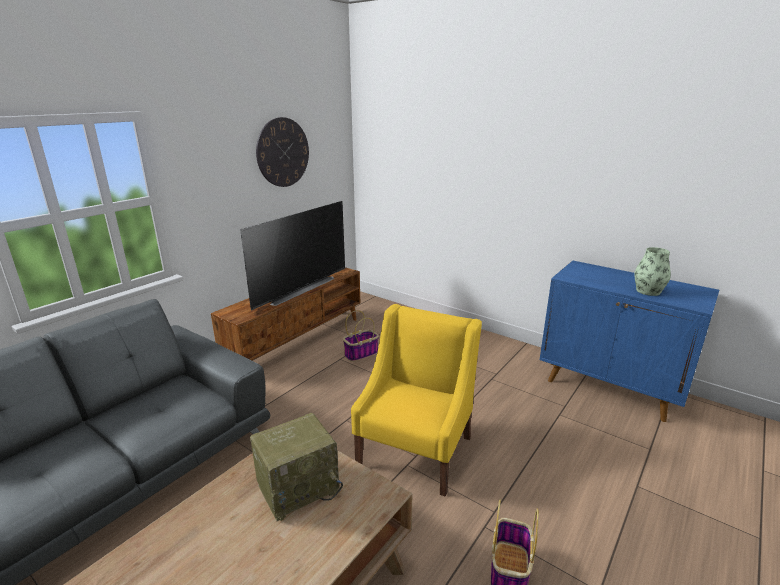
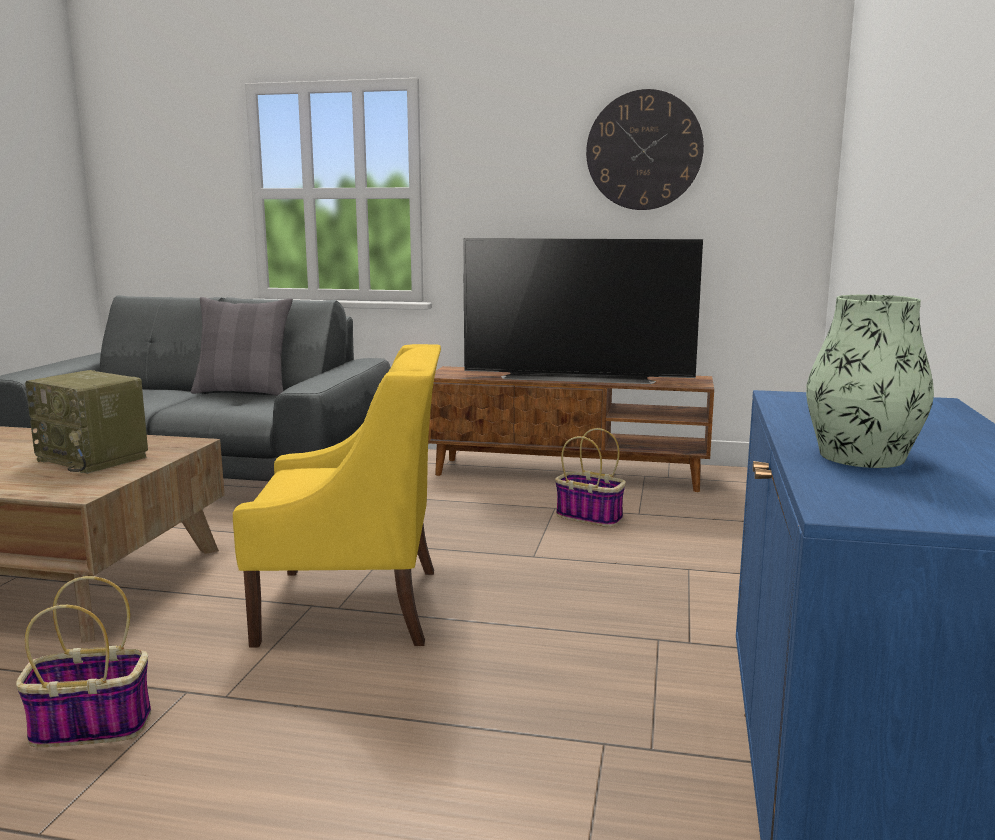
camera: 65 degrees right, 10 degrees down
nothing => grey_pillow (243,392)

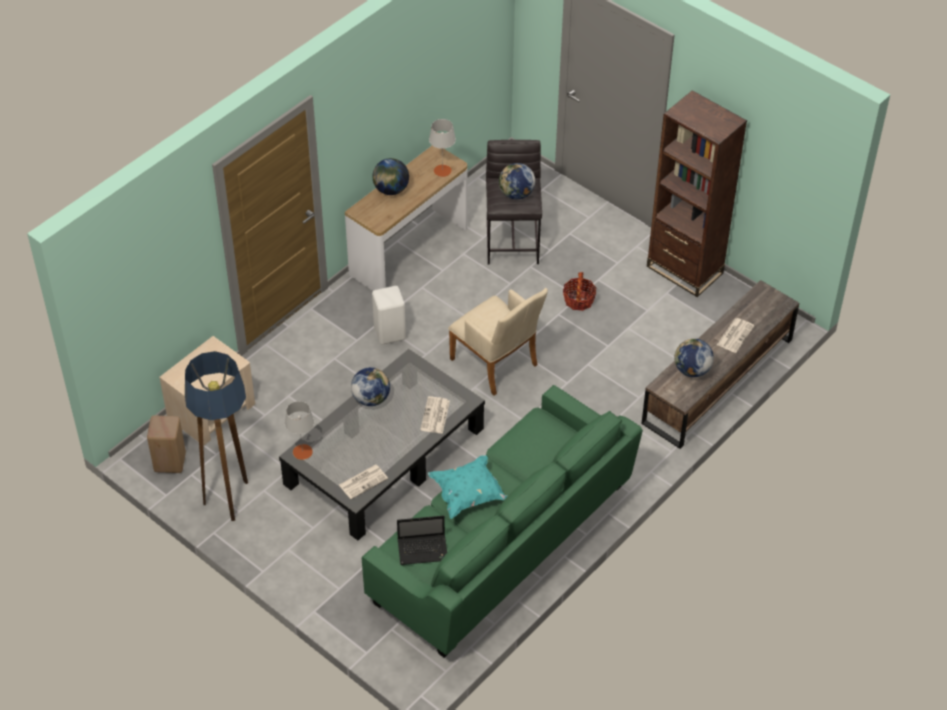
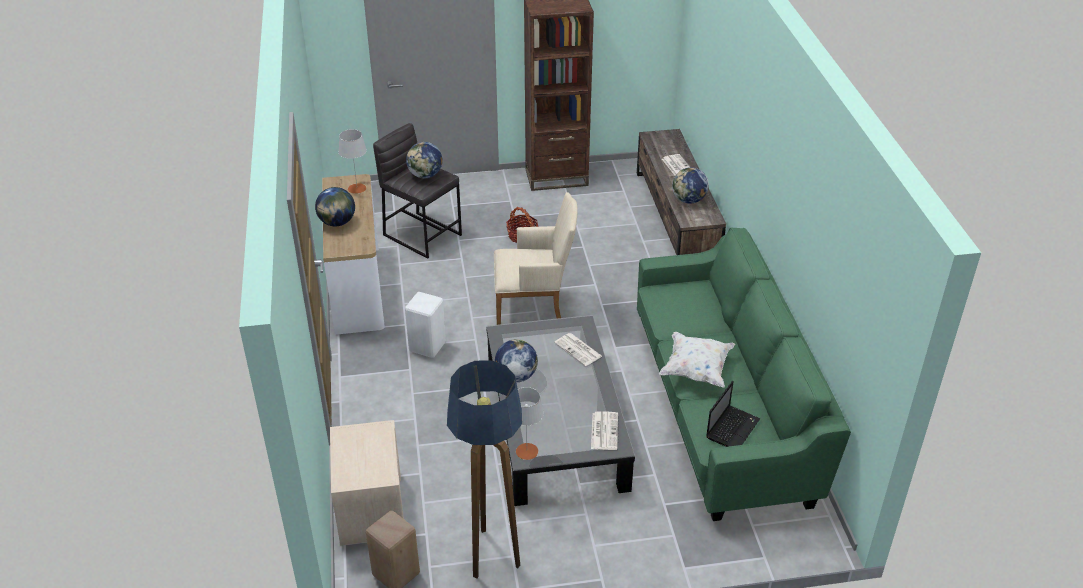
camera: 50 degrees left, 10 degrees down
turquoise_pillow (468,494) => white_pillow (696,370)

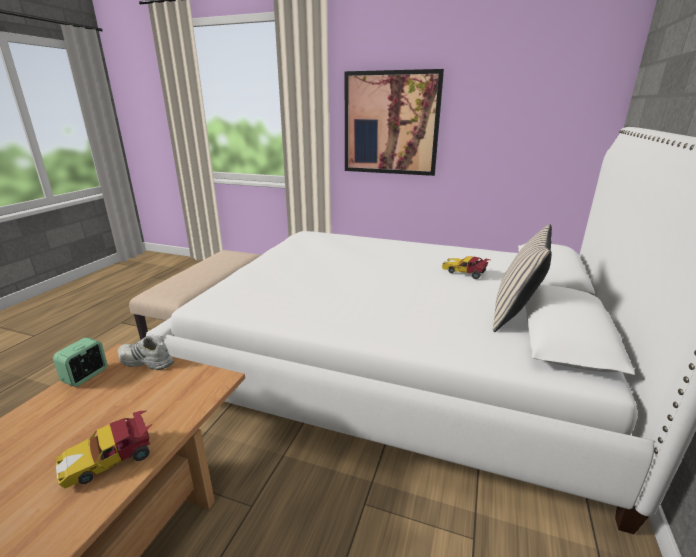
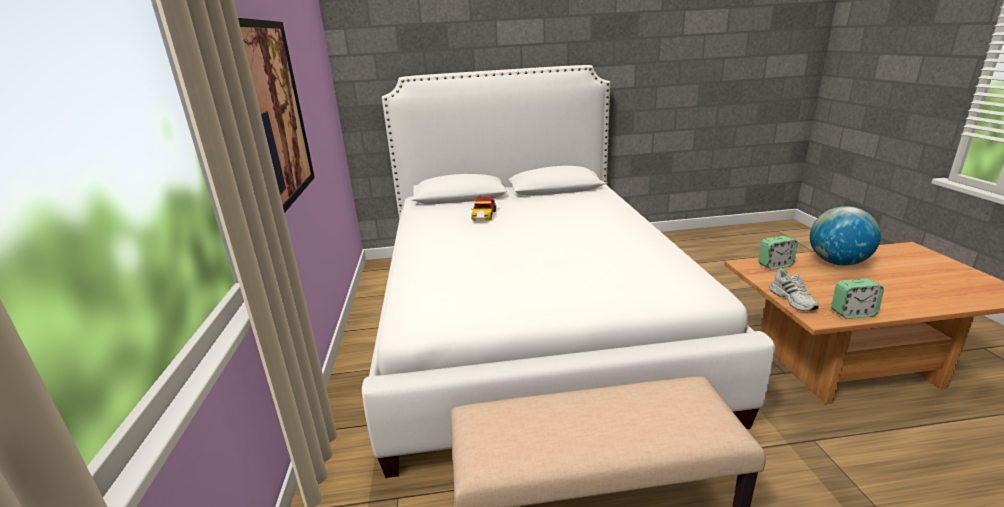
camera: 115 degrees left, 0 degrees up
nothing => alarm_clock (775,265)
toy_car (111,458) => globe (837,262)
beige_pillow (515,313) => nothing

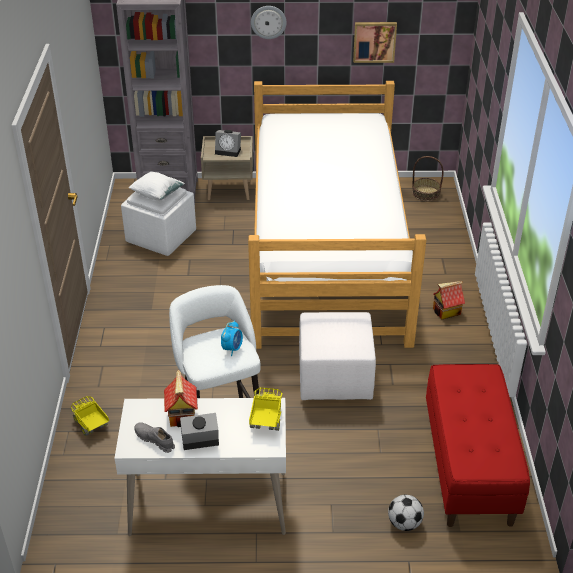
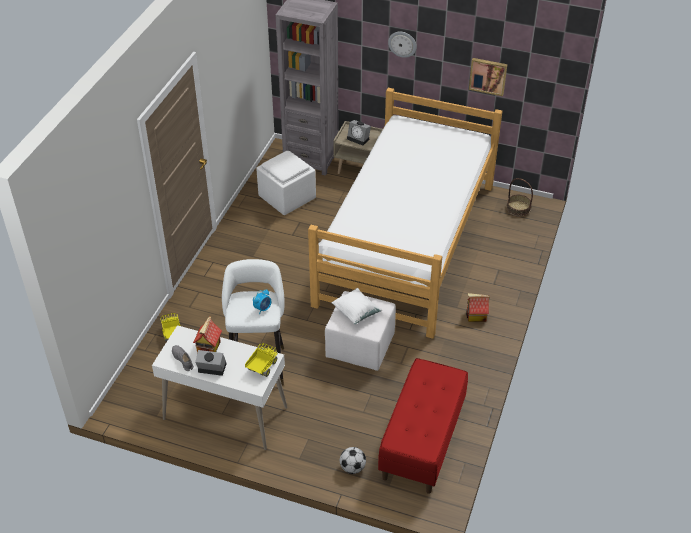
camera: 20 degrees right, 5 degrees up
white_pillow (157,194) => white_pillow (356,313), moved

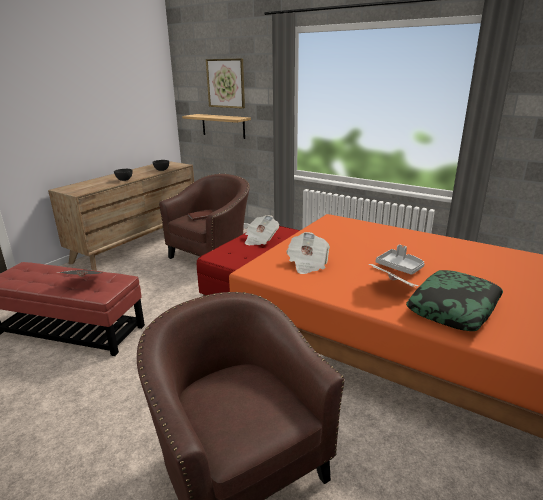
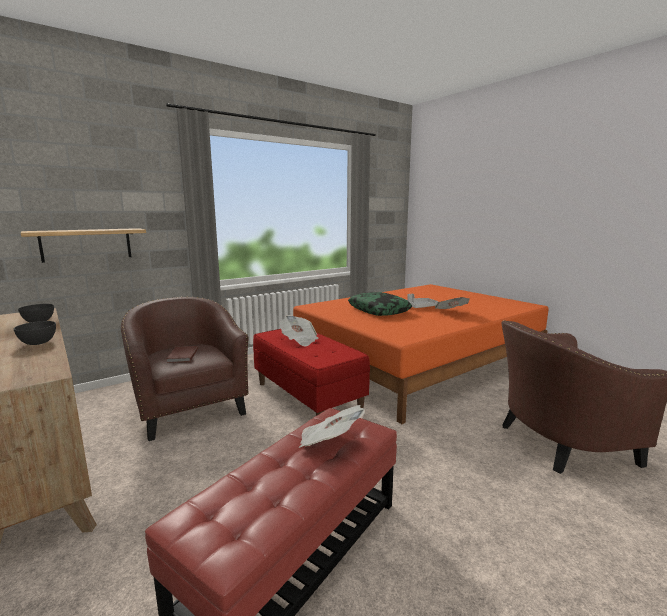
camera: 70 degrees left, 10 degrees down
pillow (453,308) => pillow (379,310), moved
picture (226,83) => nothing
newspaper (307,264) => nothing

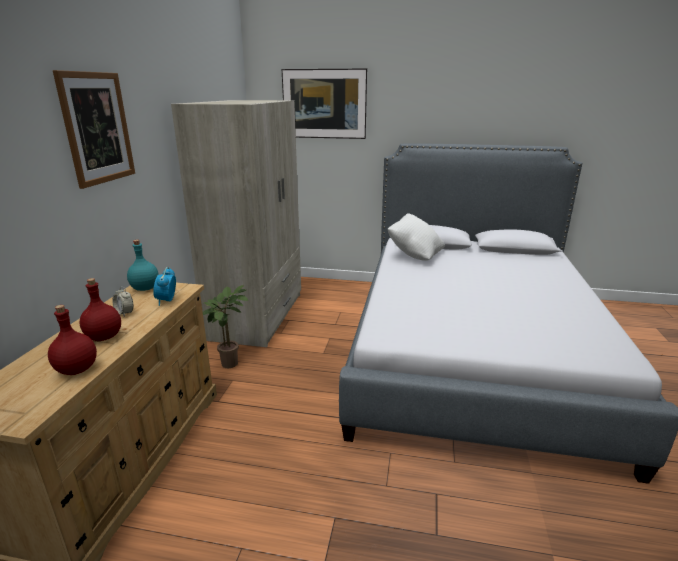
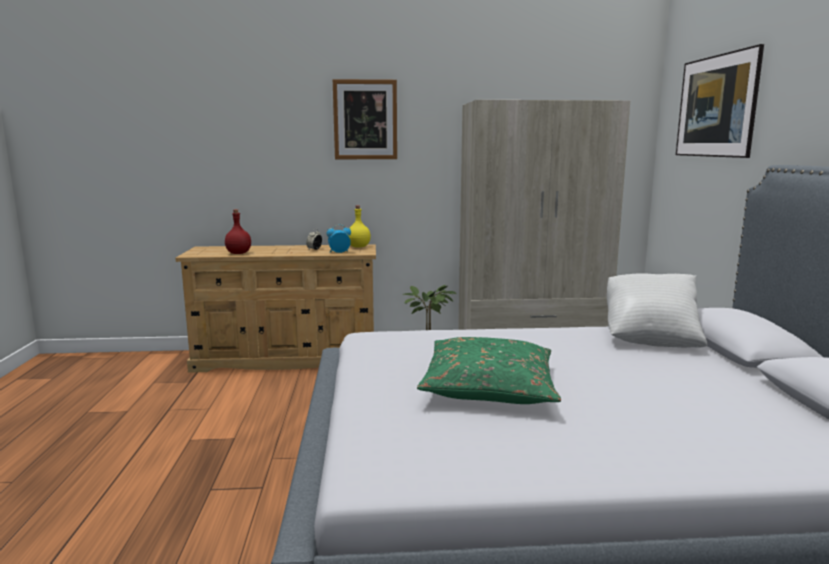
camera: 75 degrees right, 10 degrees down
turquoise_bottle (144,288) => yellow_bottle (358,247)
nothing => green_pillow (489,387)
red_bottle (105,337) => nothing

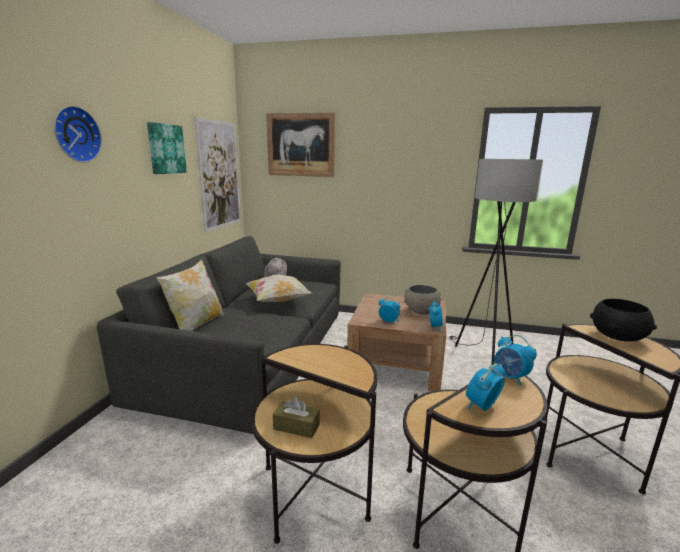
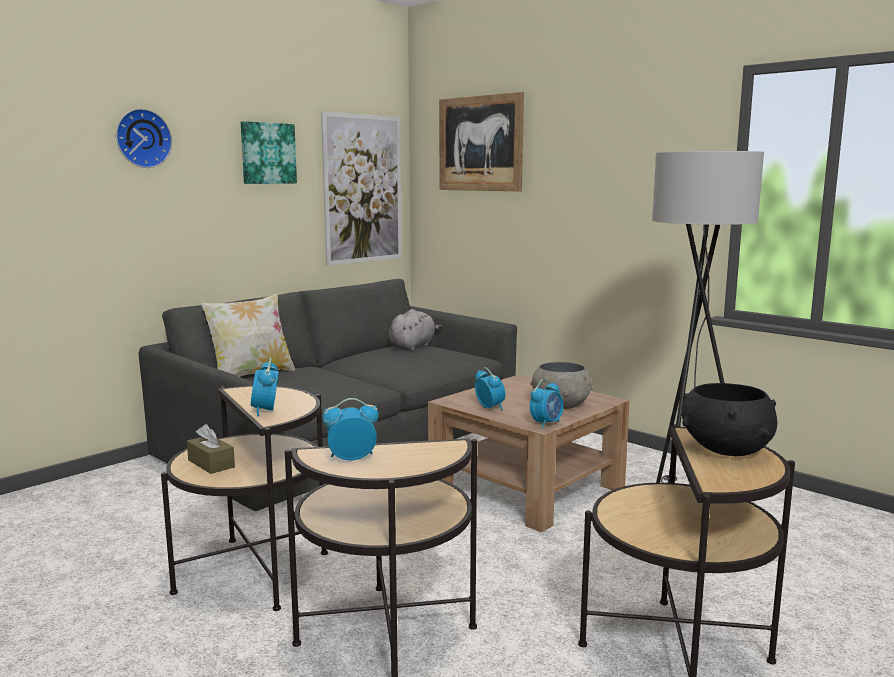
camera: 30 degrees right, 5 degrees down
alarm_clock (510,377) => alarm_clock (265,411), moved
pillow (278,301) => nothing

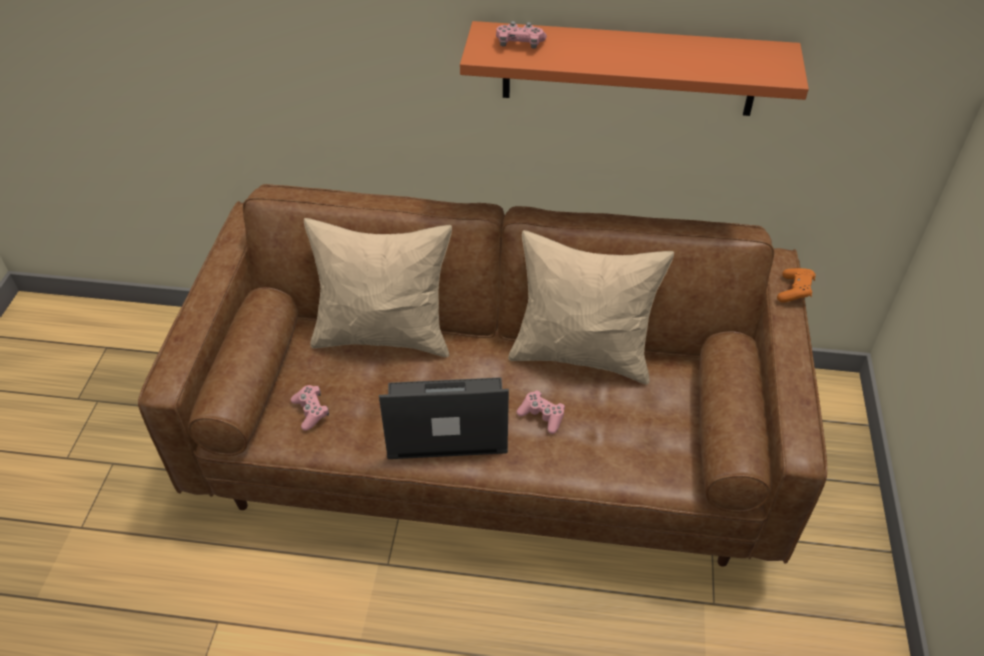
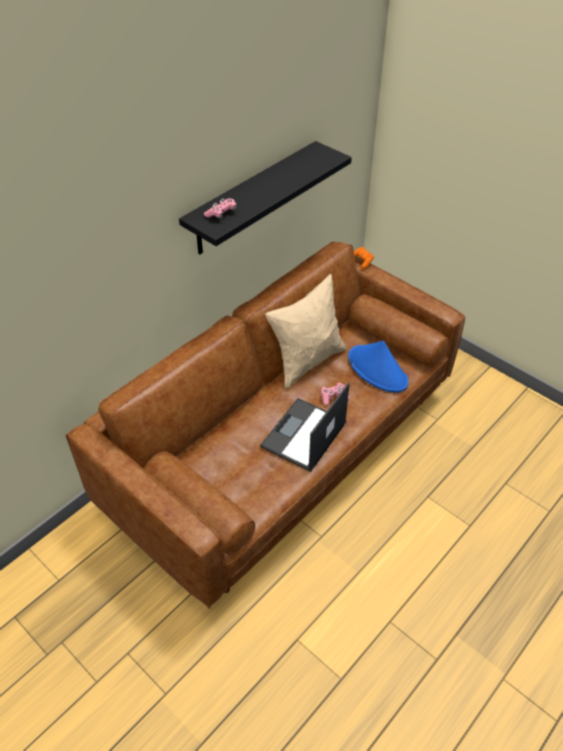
camera: 55 degrees left, 0 degrees up
orange_shelf (629,69) => black_shelf (252,199)
nothing => blue_hat (378,370)
pink_game_controller (311,411) => nothing
beige_pillow (384,336) => nothing

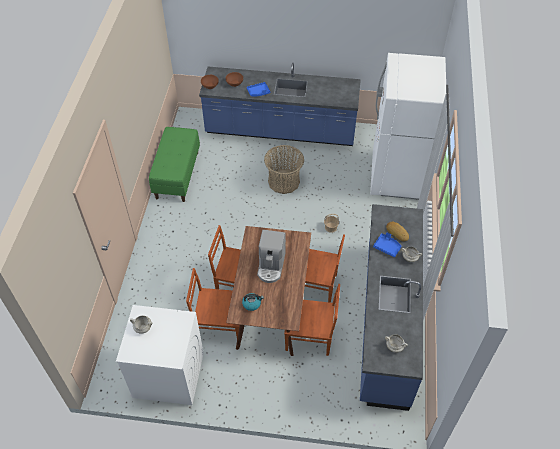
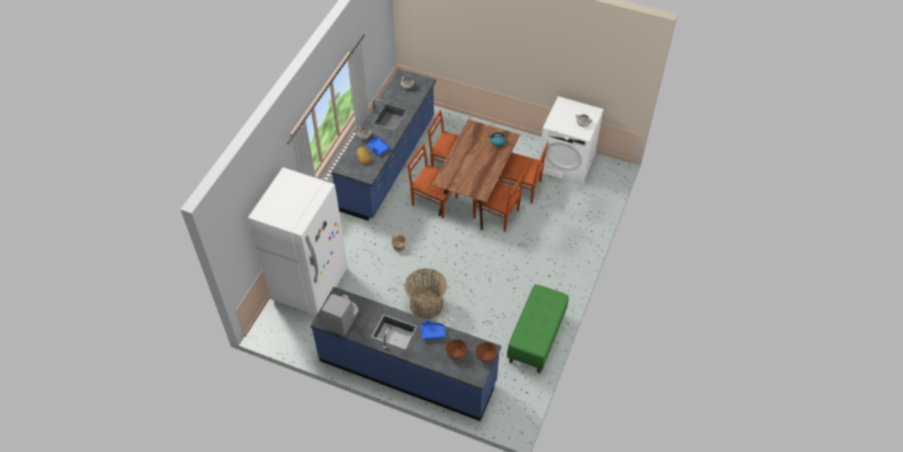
camera: 165 degrees left, 0 degrees up
coffee_machine (271,266) => coffee_machine (343,318), moved

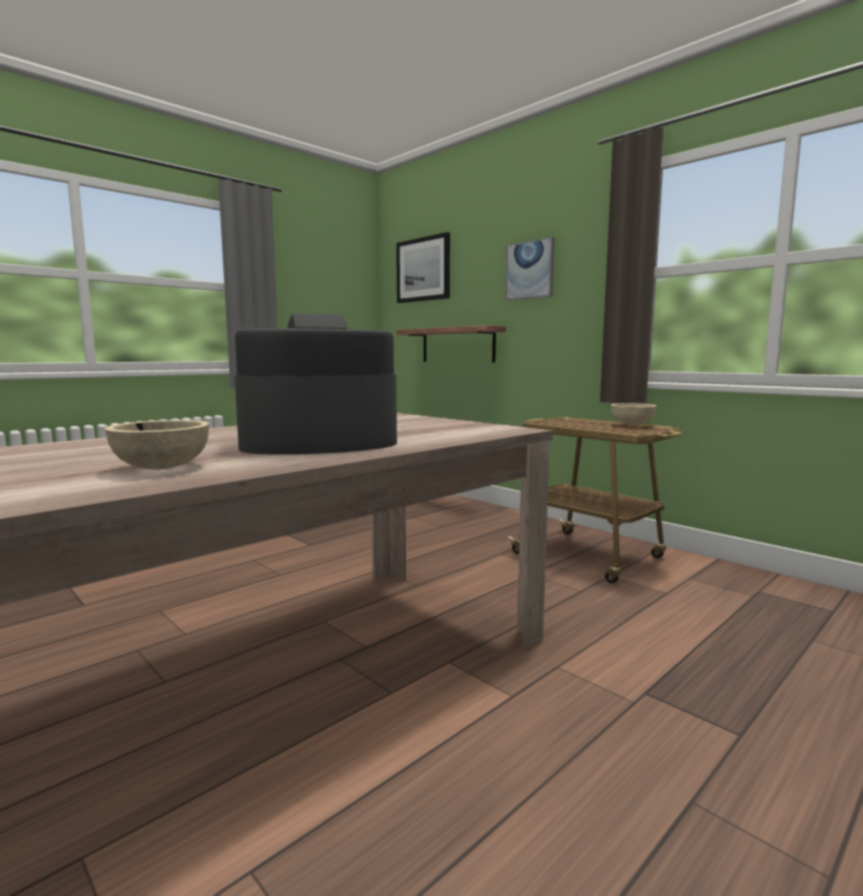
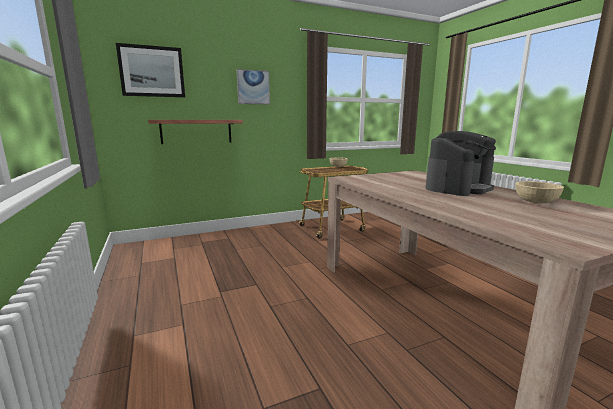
camera: 70 degrees left, 5 degrees up
coffee_machine (317,443) => coffee_machine (458,188), 135 degrees counterclockwise

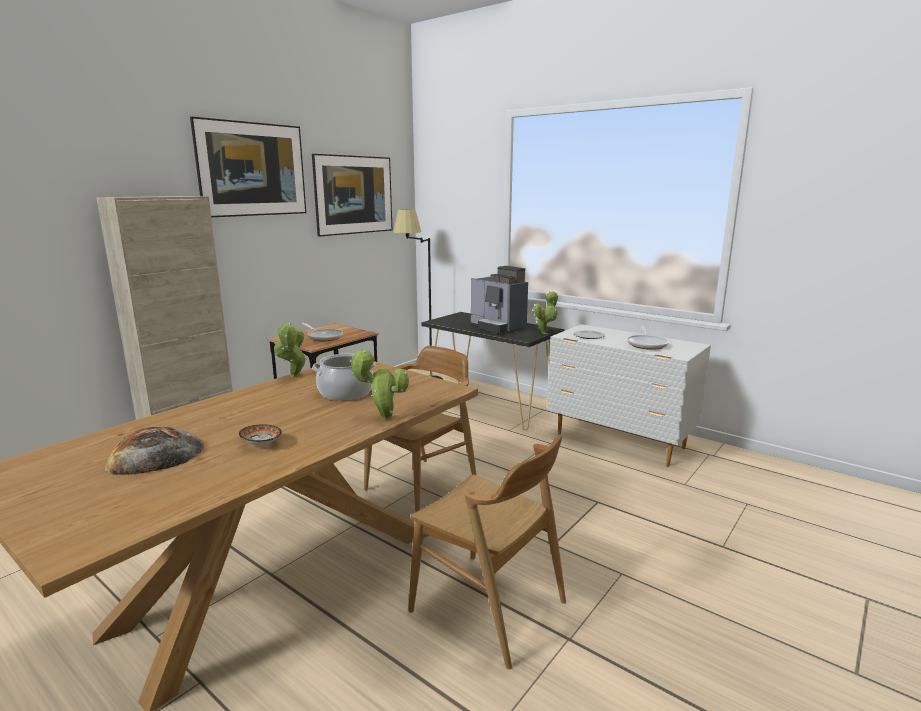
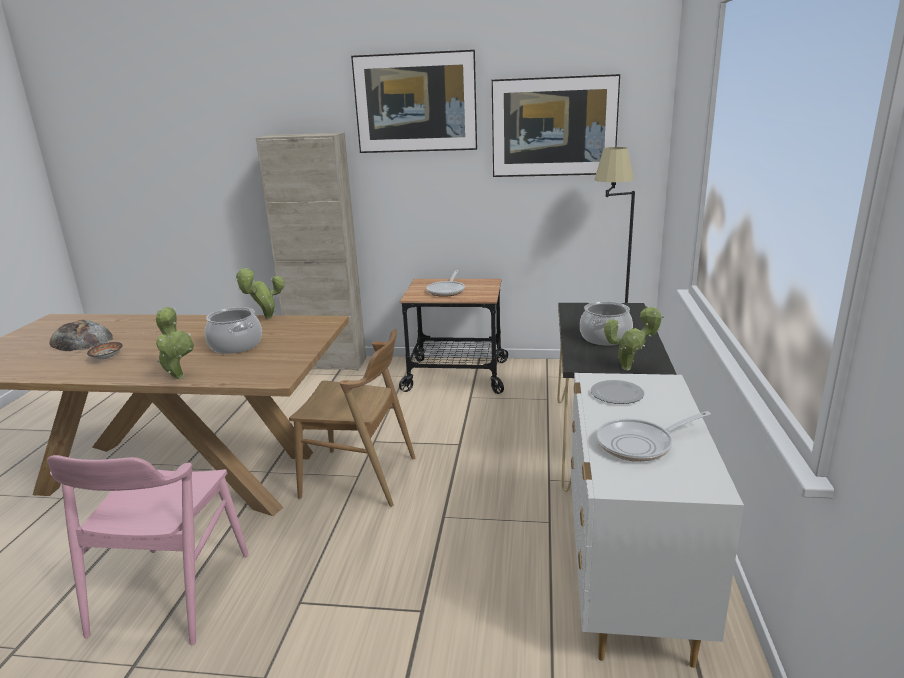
camera: 60 degrees right, 5 degrees up
brown_chair (488,607) => pink_chair (171,593)
coffee_machine (497,327) => cooking_pot (605,338)

